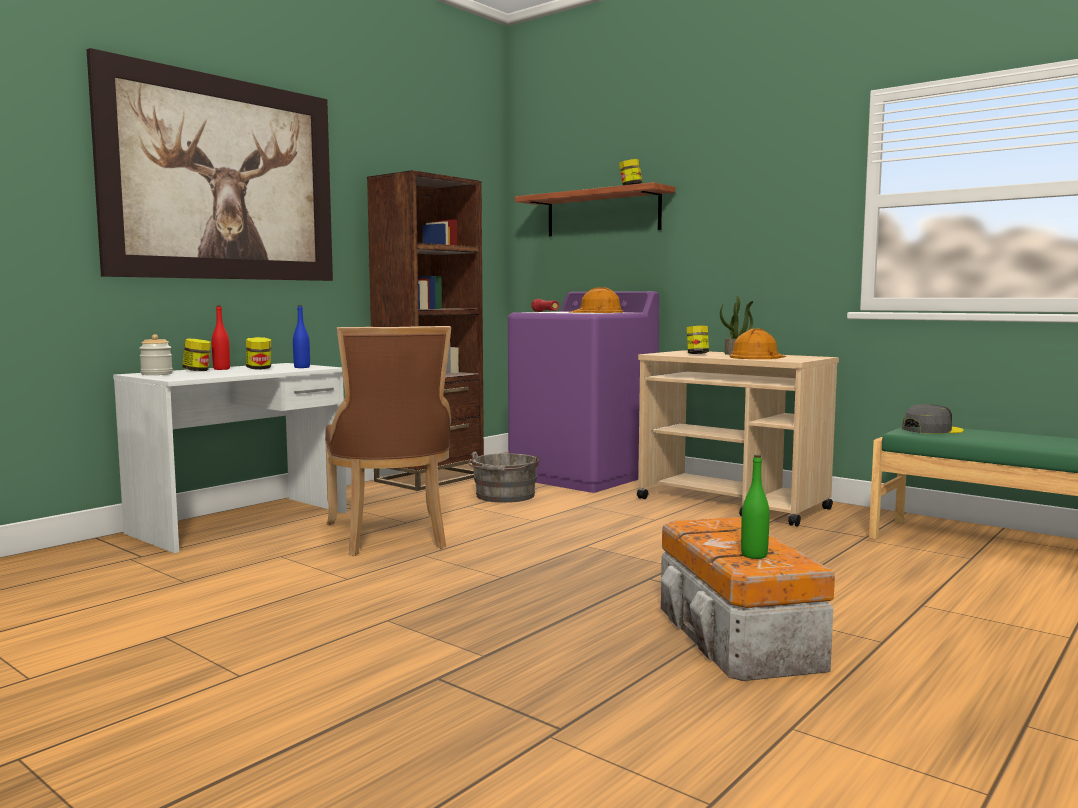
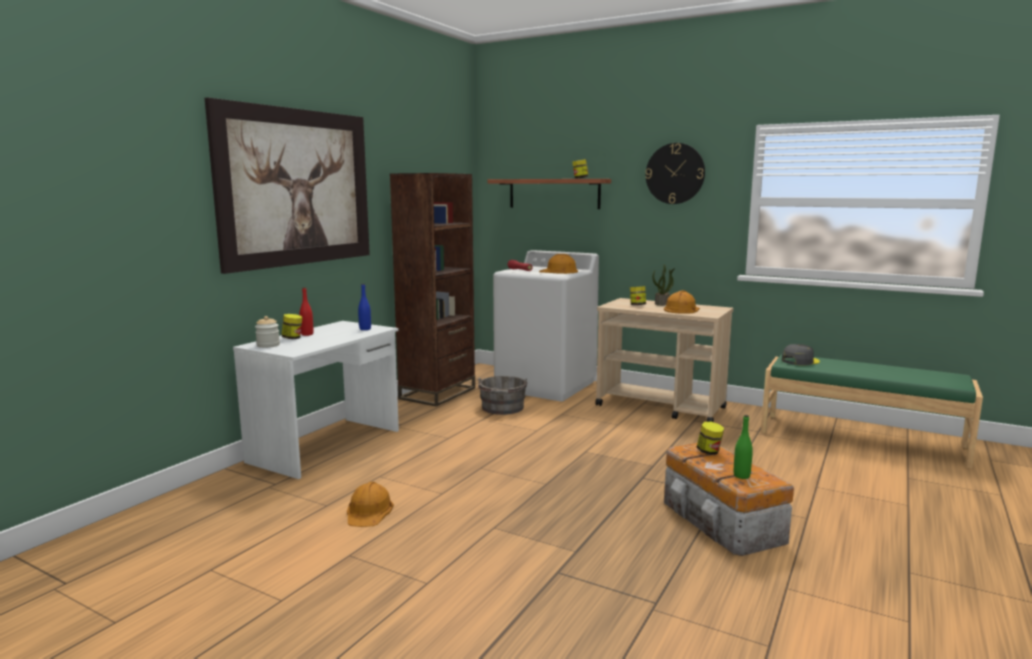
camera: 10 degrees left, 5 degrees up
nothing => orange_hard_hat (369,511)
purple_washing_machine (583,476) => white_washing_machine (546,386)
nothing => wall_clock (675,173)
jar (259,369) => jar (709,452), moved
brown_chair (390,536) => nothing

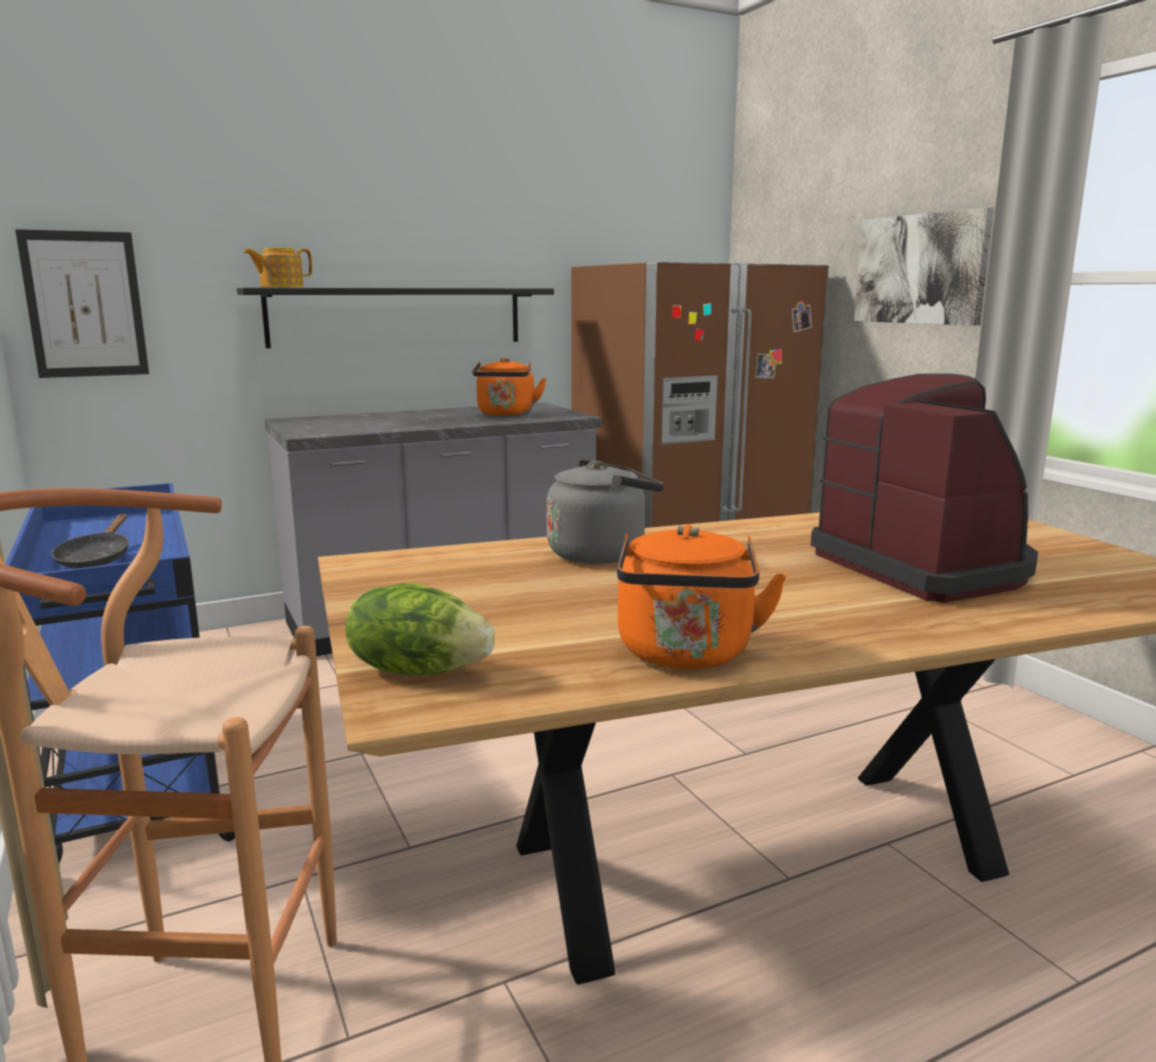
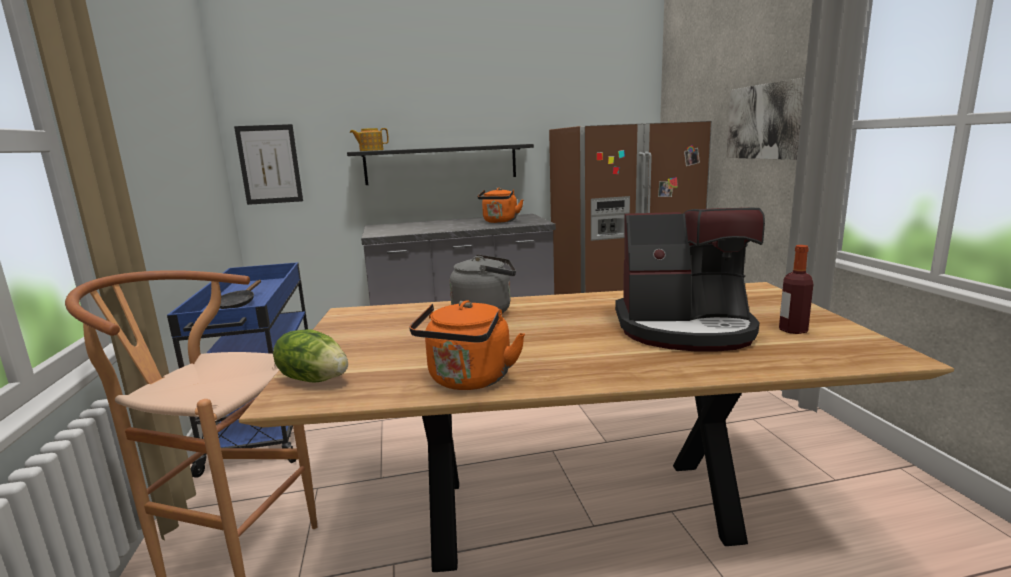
camera: 15 degrees right, 0 degrees up
coffee_machine (924,566) => coffee_machine (685,329), 105 degrees clockwise
nothing => bottle (793,330)

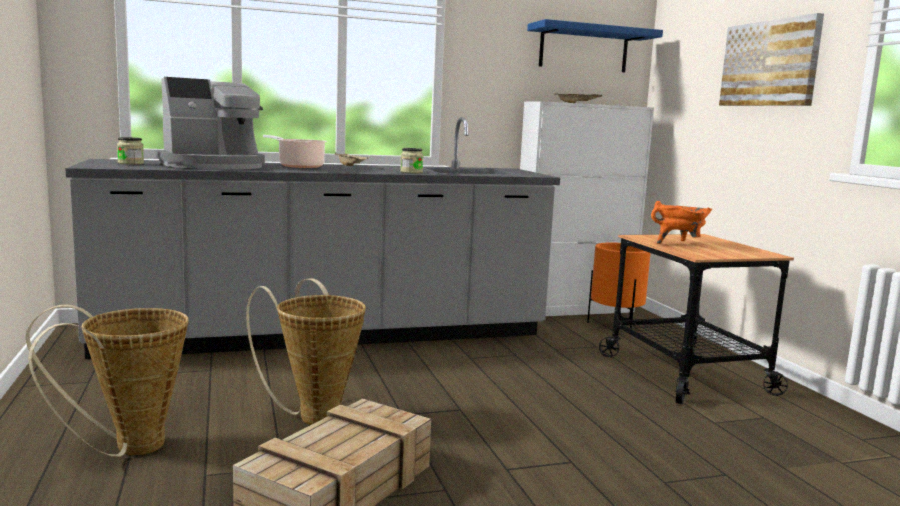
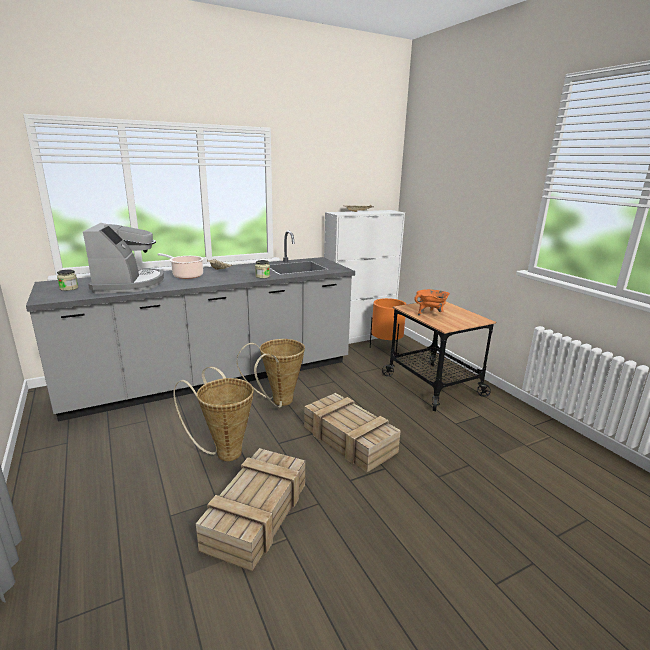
camera: 10 degrees left, 10 degrees up
coffee_machine (213,166) => coffee_machine (128,284), 60 degrees counterclockwise
basket (128,448) => basket (278,402), moved
nothing => crate (350,440)
blue_shelf (583,49) => nothing
picture (770,64) => nothing

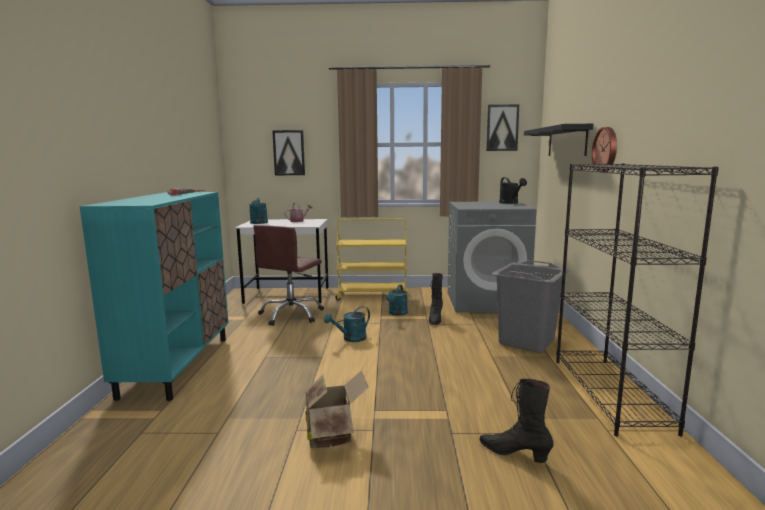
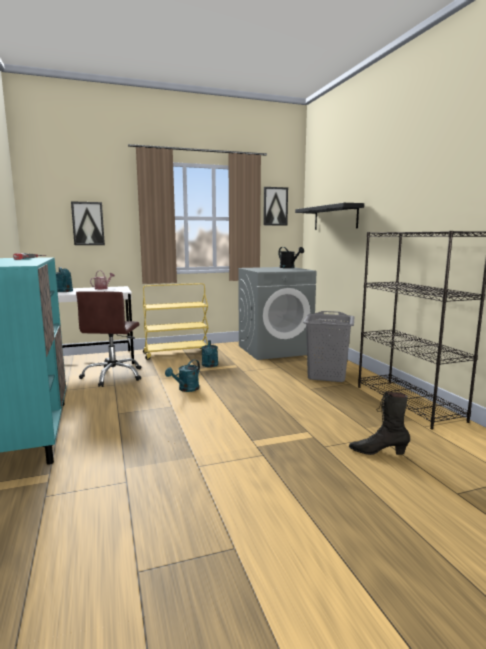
camera: 20 degrees left, 0 degrees up
cardboard_box (332,434) => nothing
black_boot (435,319) => nothing
wall_clock (606,149) => nothing

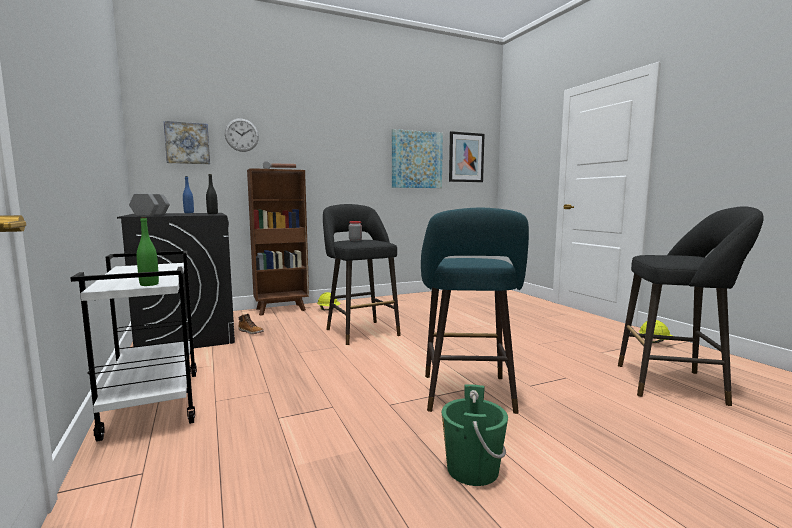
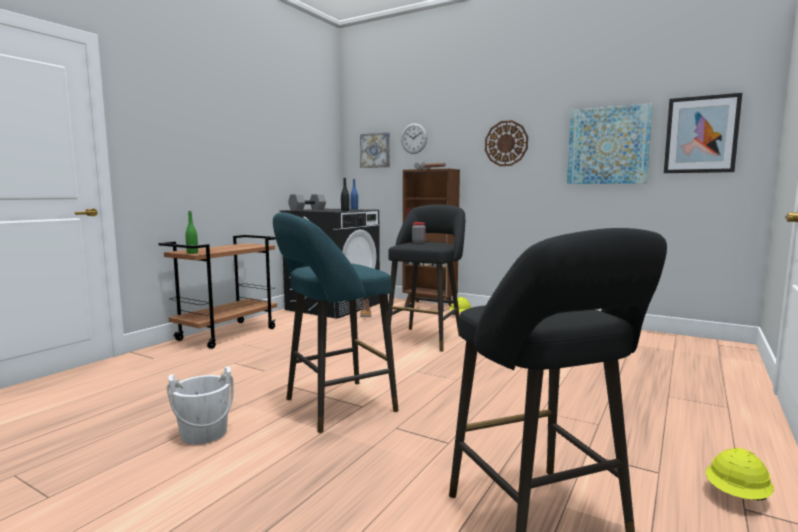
camera: 55 degrees right, 0 degrees up
white_cart (152,403) => brown_cart (227,334)
green_bucket (472,469) => white_bucket (204,433)
nothing => wall_clock (506,143)

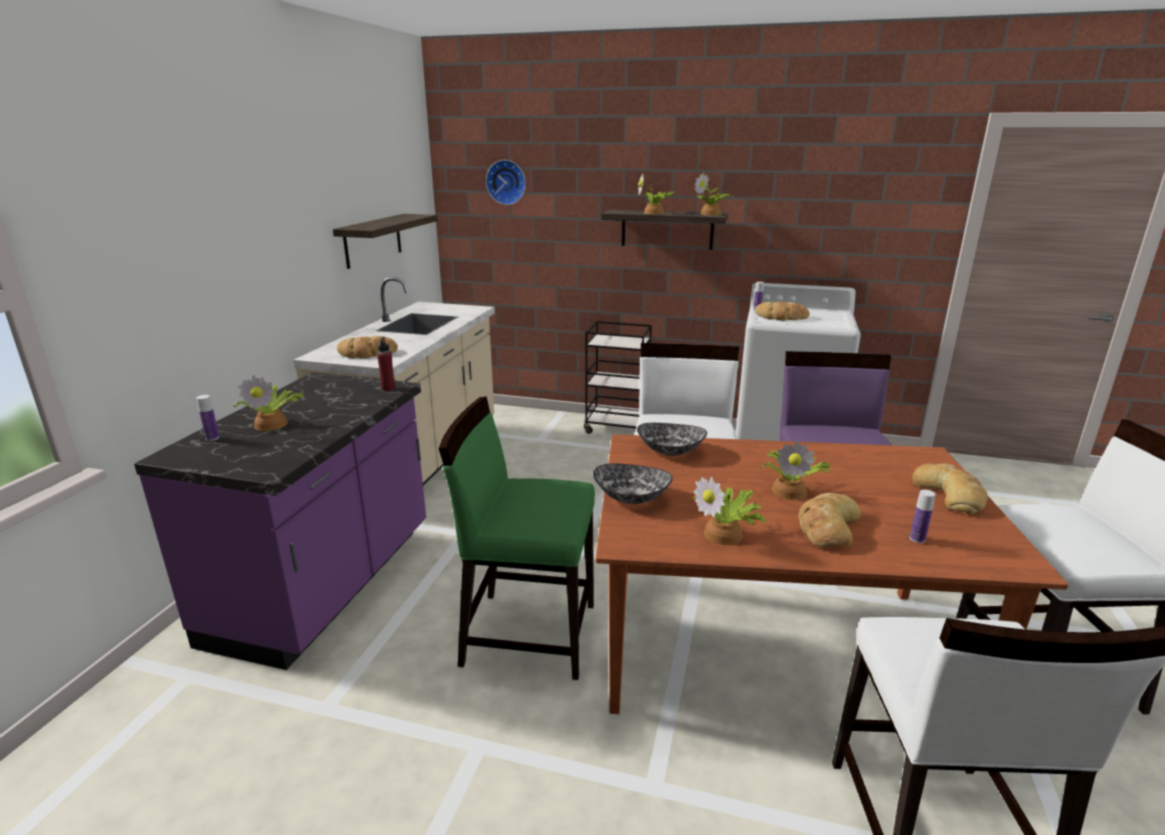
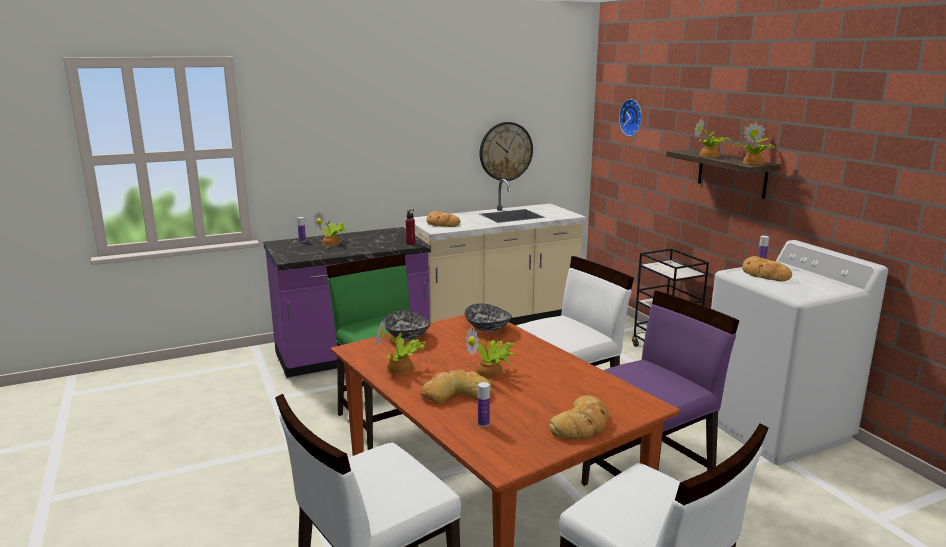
camera: 50 degrees right, 5 degrees down
shelf (373,240) => wall_clock (505,151)

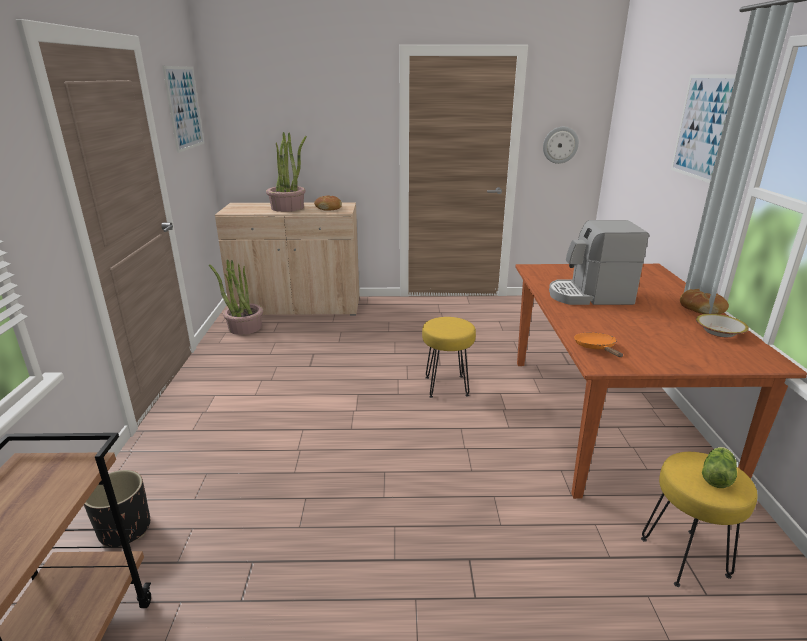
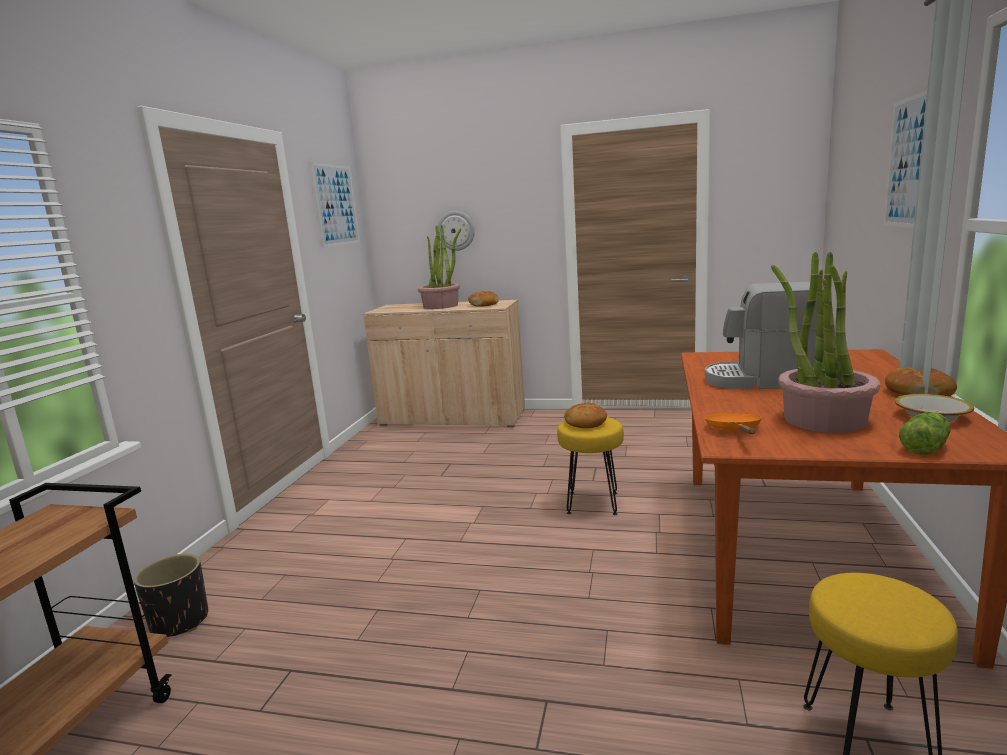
camera: 15 degrees right, 10 degrees down
wall_clock (560,145) => wall_clock (456,230), moved
nothing => bread (585,423)
potted_plant (244,327) => potted_plant (823,420), moved
lettuce (717,475) => lettuce (925,447), moved

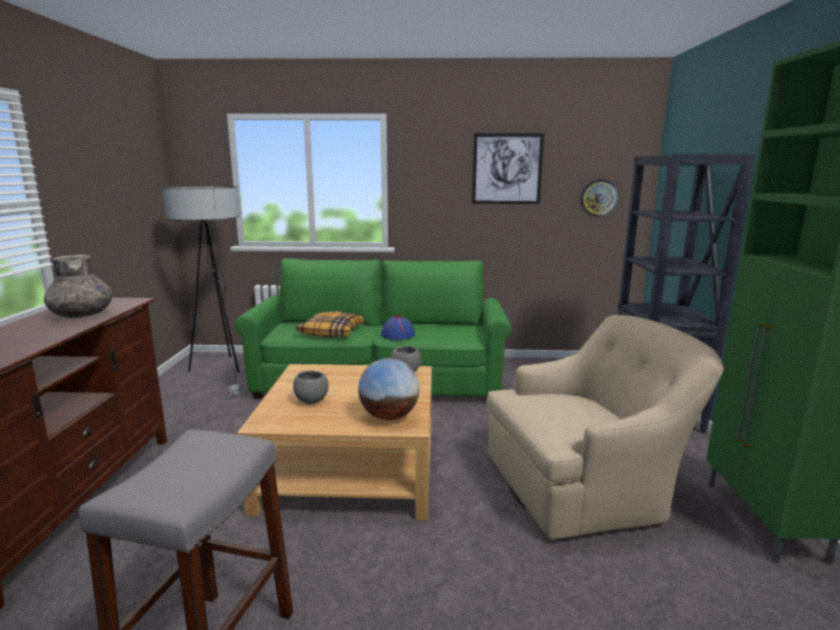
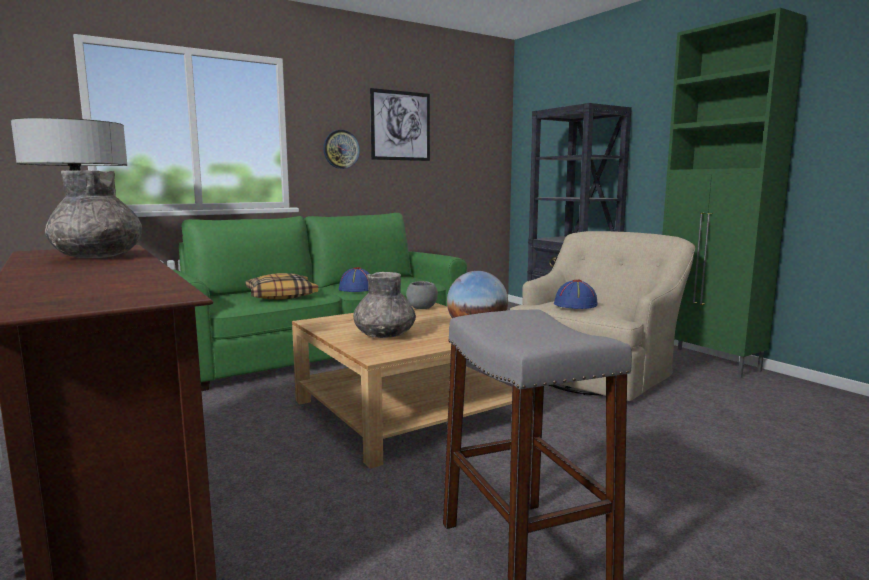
camera: 35 degrees left, 5 degrees down
wall_clock (598,198) => wall_clock (341,149), moved
grey_bowl (311,400) => grey_vase (384,335)
nothing => blue_hat (575,305)

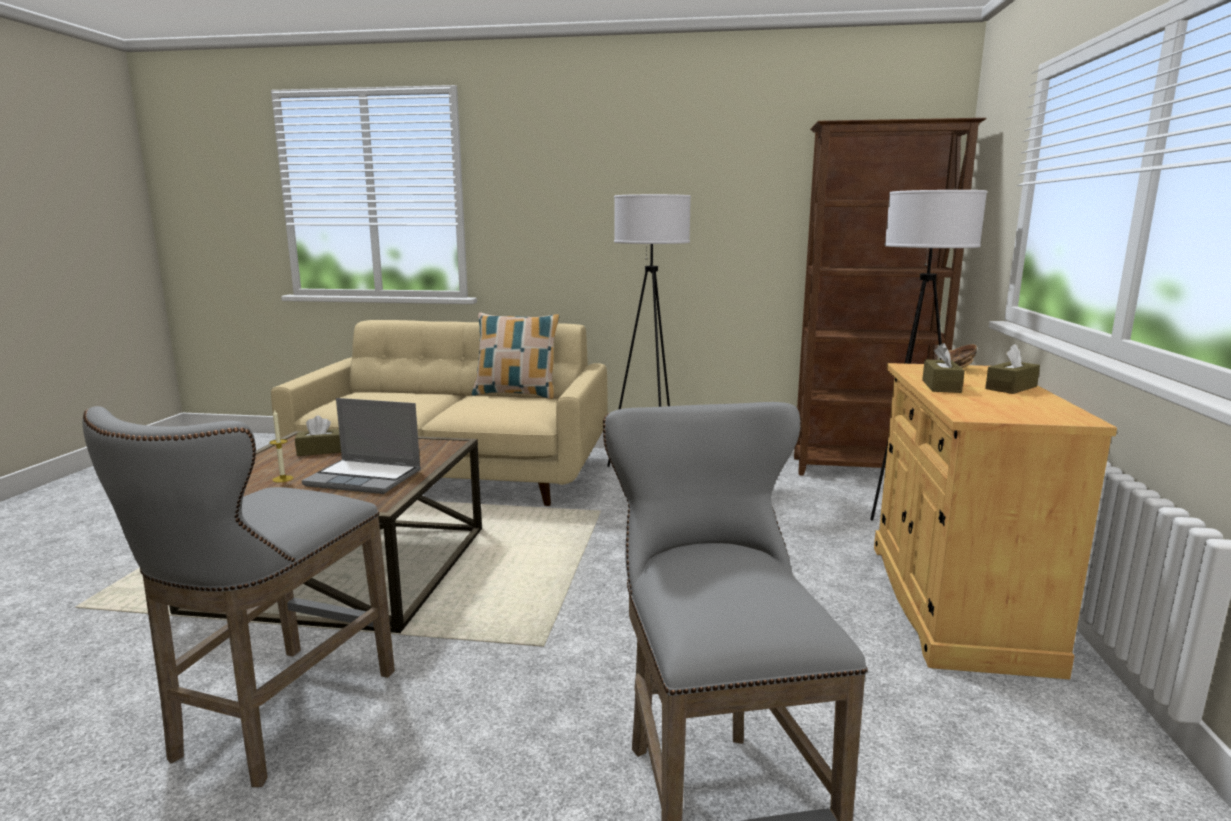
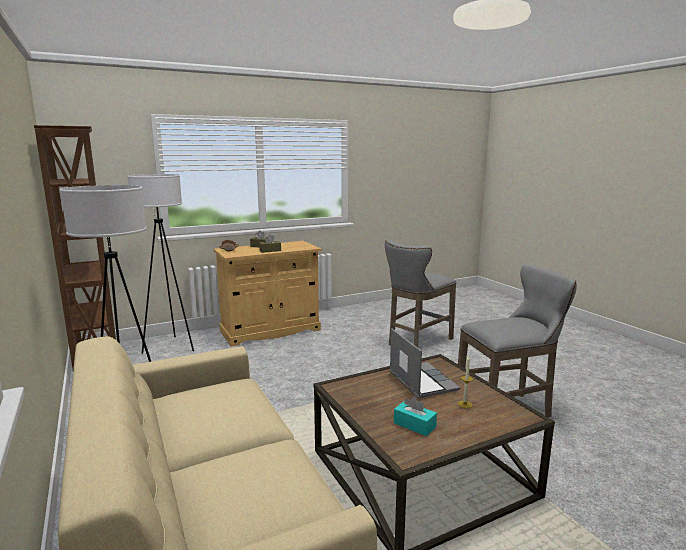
camera: 125 degrees left, 0 degrees up
brown_tissue_box (320,451) => turquoise_tissue_box (414,425)
pillow (516,394) => nothing

